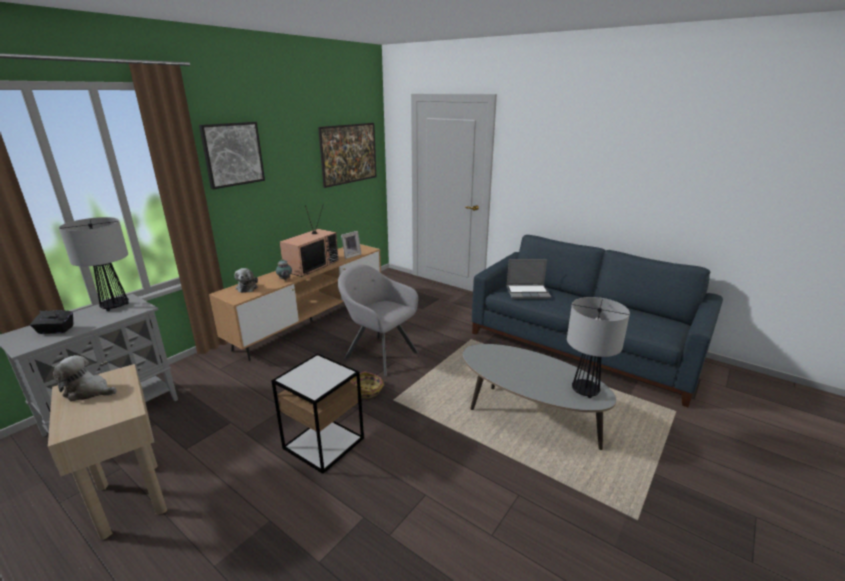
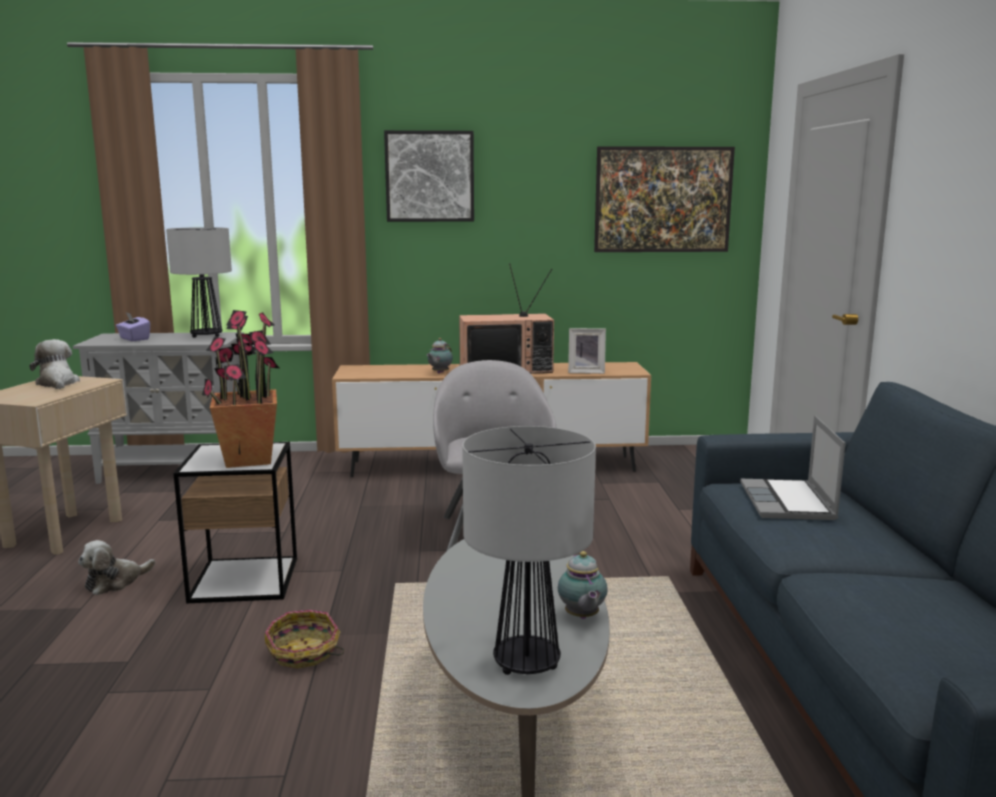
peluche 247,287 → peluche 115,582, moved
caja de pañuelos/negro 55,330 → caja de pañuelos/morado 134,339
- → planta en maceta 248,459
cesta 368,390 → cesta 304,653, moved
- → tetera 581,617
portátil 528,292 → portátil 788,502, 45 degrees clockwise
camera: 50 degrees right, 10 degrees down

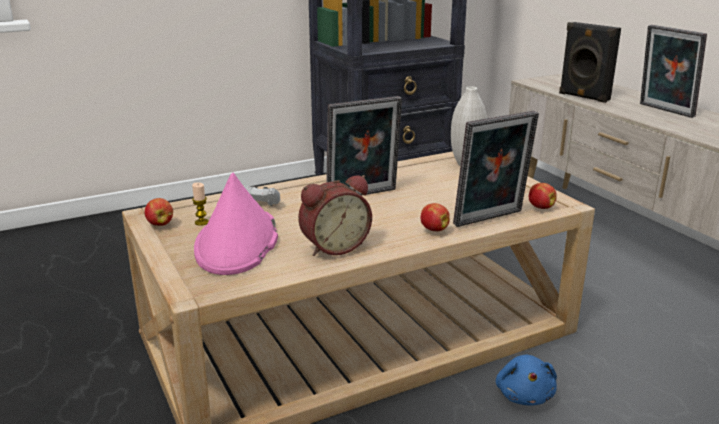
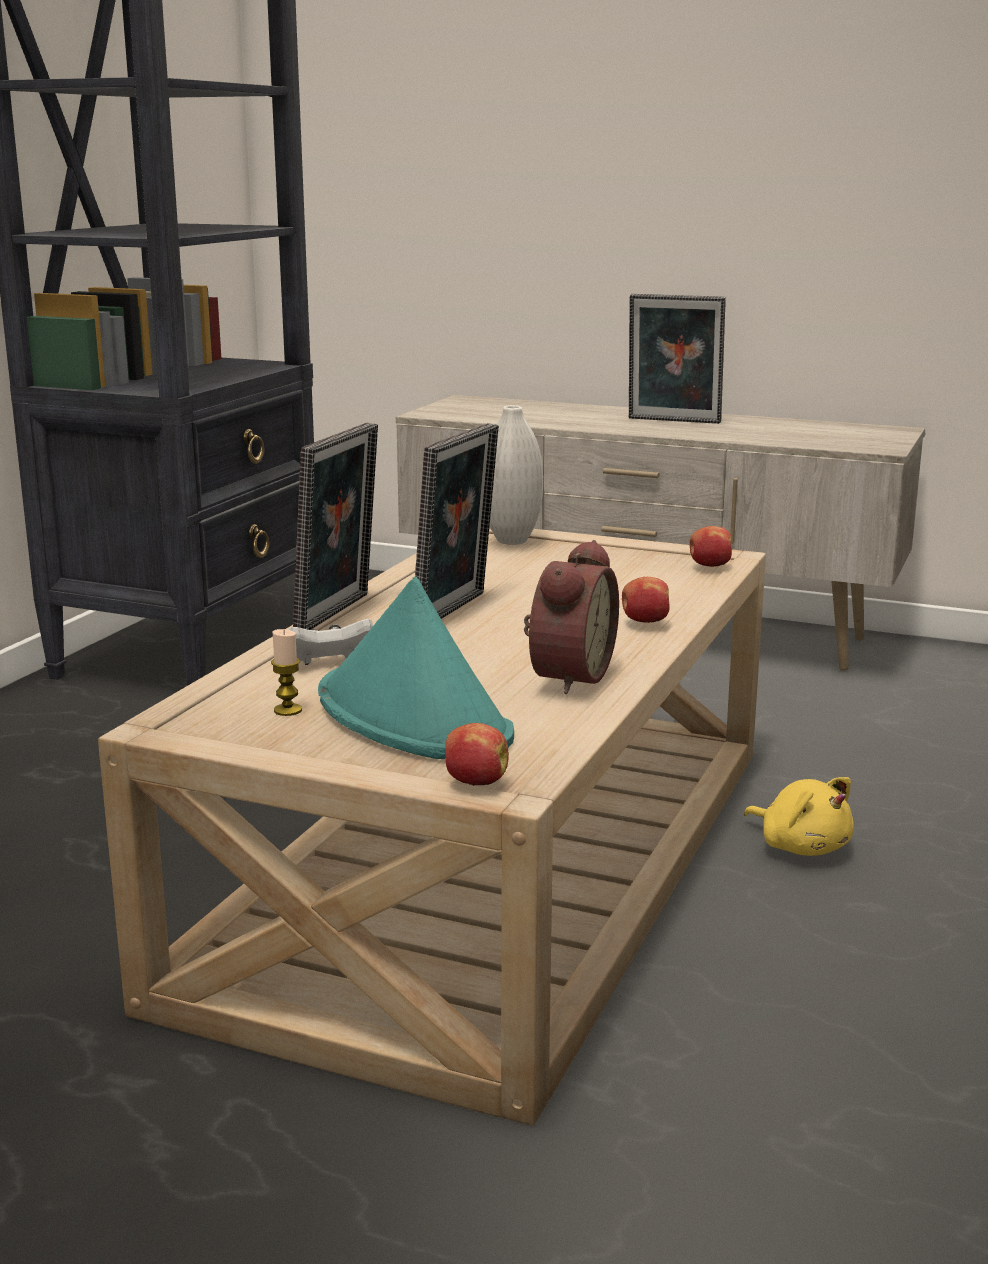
portarretratos 491,219 → portarretratos 339,614, moved
sombrero/rosa 237,243 → sombrero/turquesa 414,716
manzana 160,224 → manzana 475,782, moved
peluche/azul 524,395 → peluche/amarillo 801,846
altavoz/negro 583,97 → -
camera: 40 degrees left, 5 degrees down

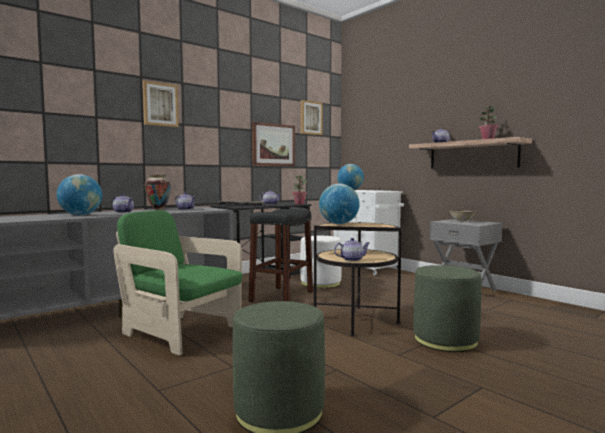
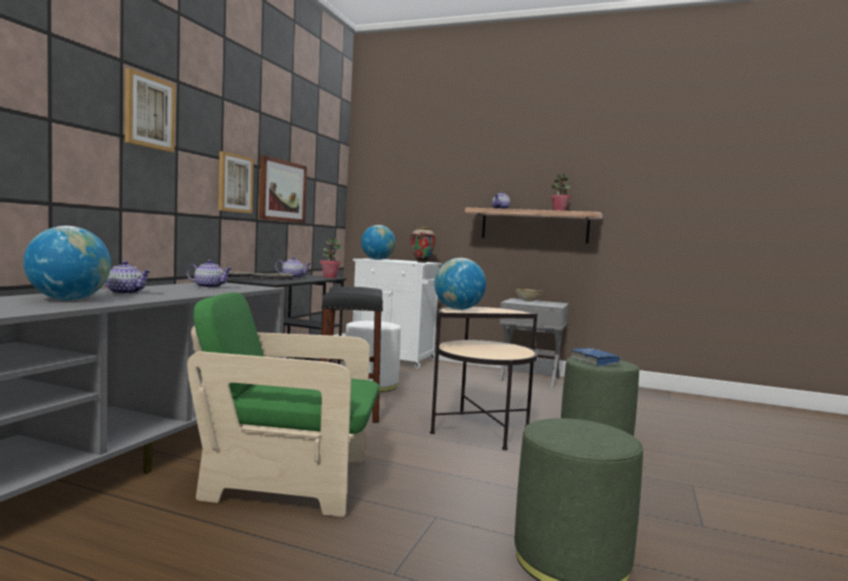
cuadro 311,118 → cuadro 234,183, moved
florero 158,209 → florero 422,262, moved
- → libro/azul 594,361
tetera 351,259 → -
camera: 30 degrees left, 0 degrees up

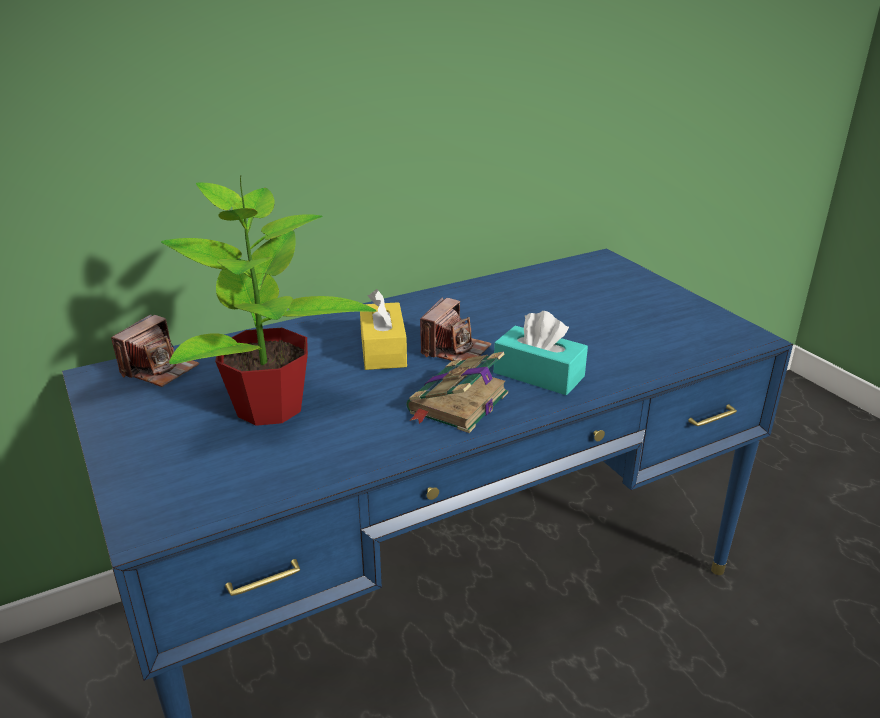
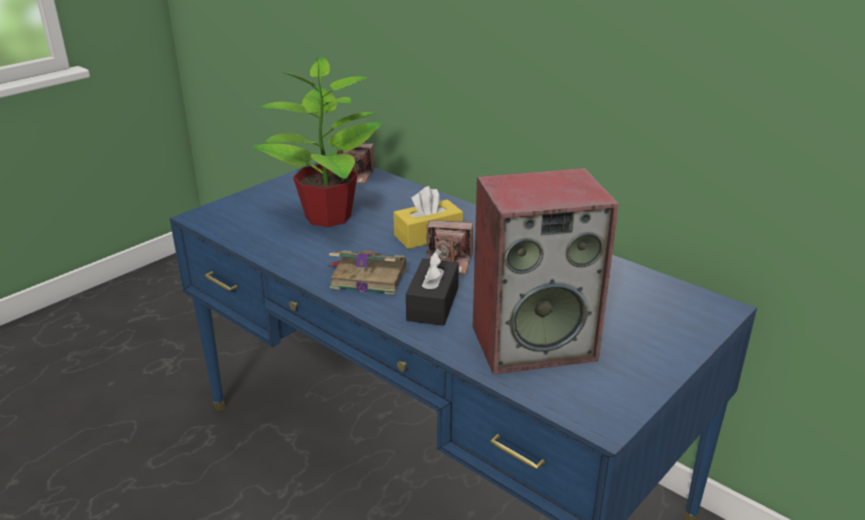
caja de pañuelos/turquesa 538,374 → caja de pañuelos/negro 433,304
- → altavoz 534,342
camera: 70 degrees right, 0 degrees up

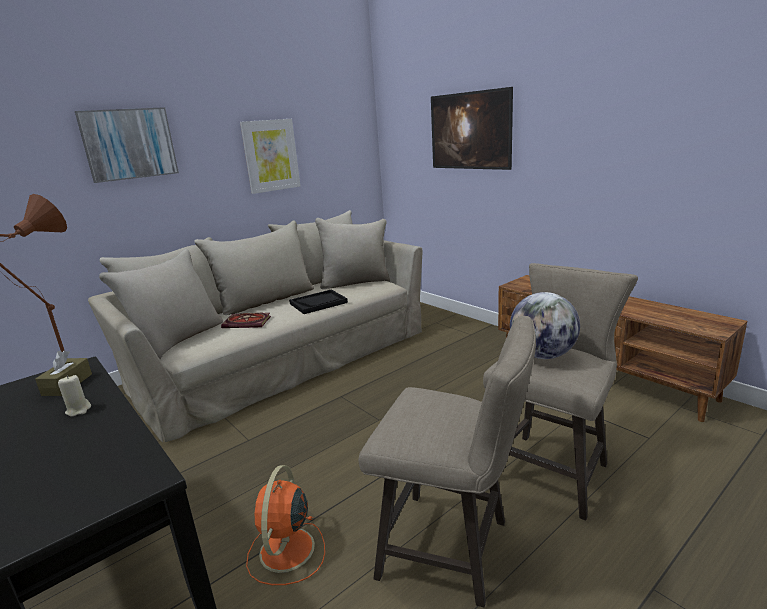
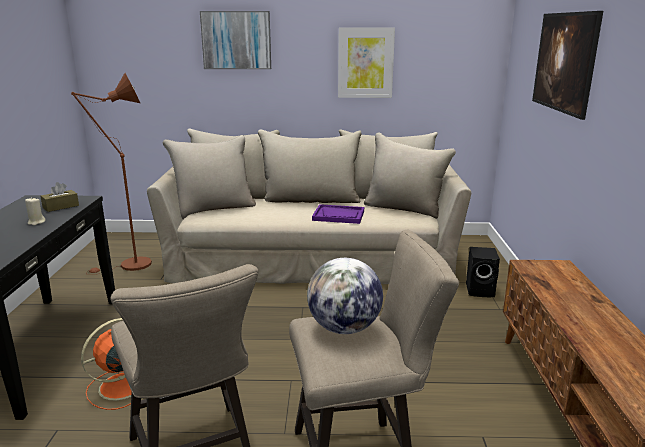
bandeja/negro 318,303 → bandeja/morado 338,215
- → altavoz/negro 481,290
libro 248,322 → -
camera: 40 degrees right, 0 degrees up

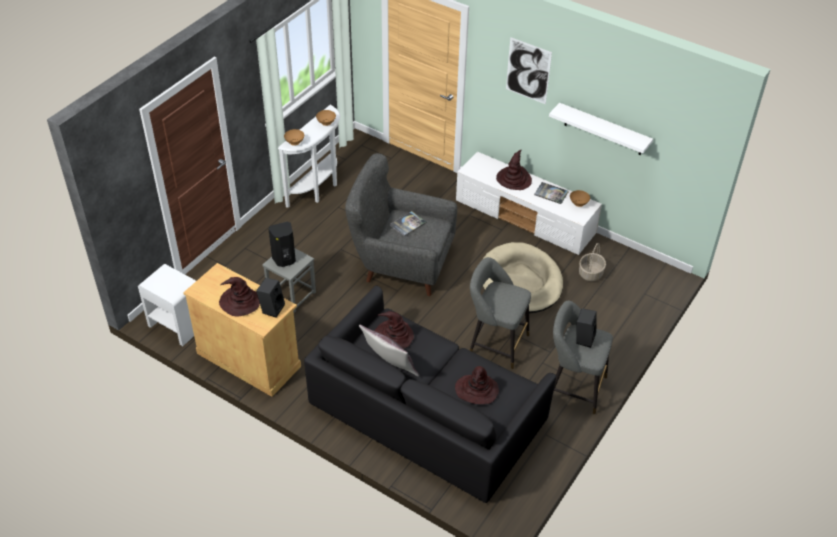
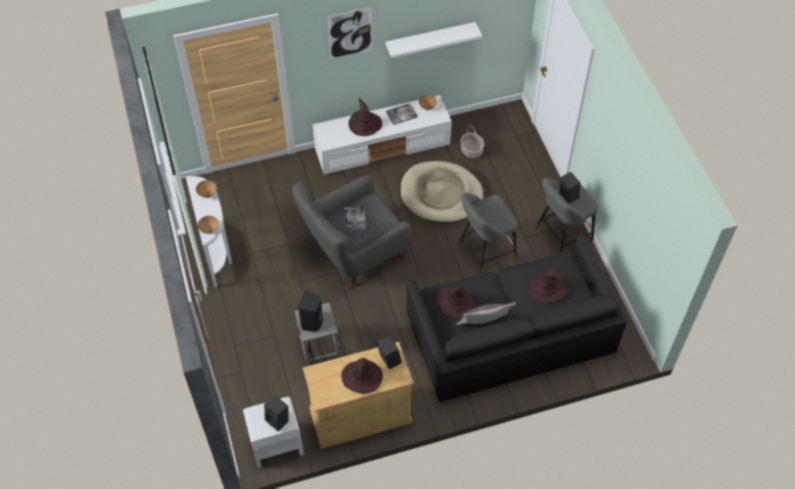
- → altavoz/negro 278,420
camera: 50 degrees left, 10 degrees up

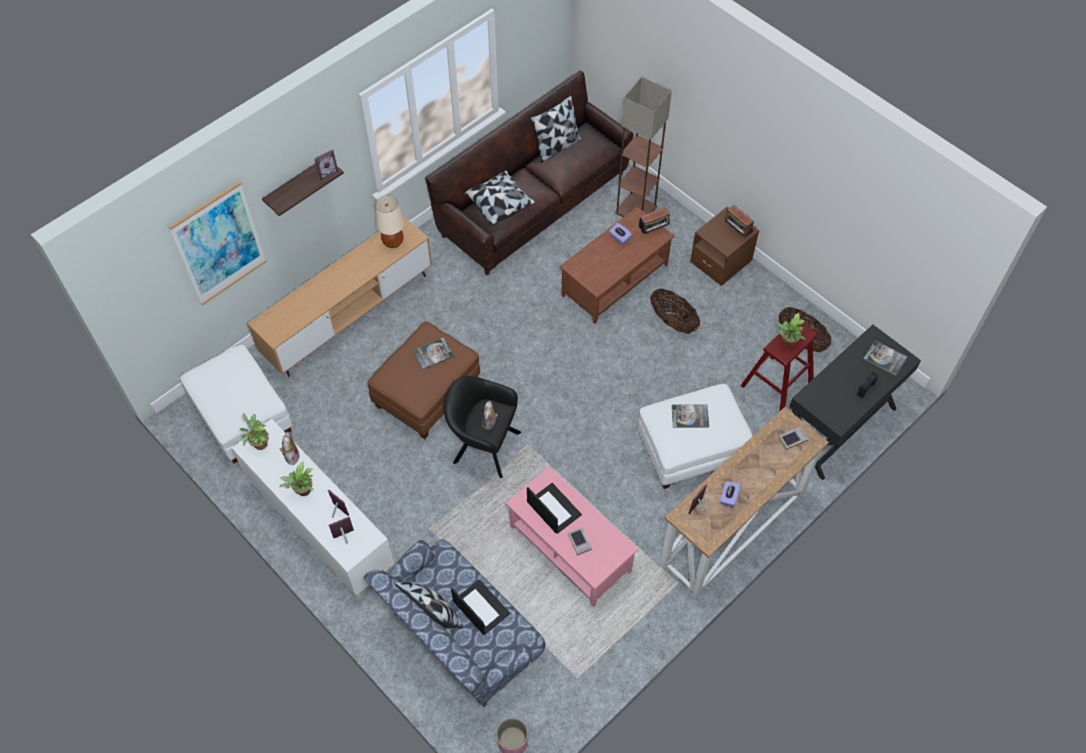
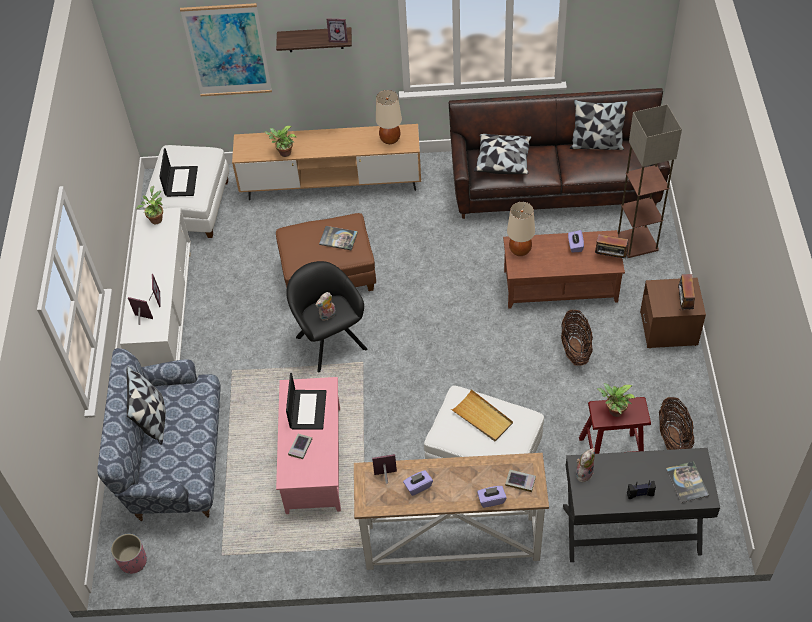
portátil 480,607 → portátil 181,181, moved
planta en maceta 303,492 → planta en maceta 283,153, moved
libro 690,416 → bandeja/beis 482,417
- → caja de pañuelos/morado 491,500
- → lámpara de mesa/beis 520,250
peluche 291,456 → peluche 583,472, moved
camera: 45 degrees right, 5 degrees down

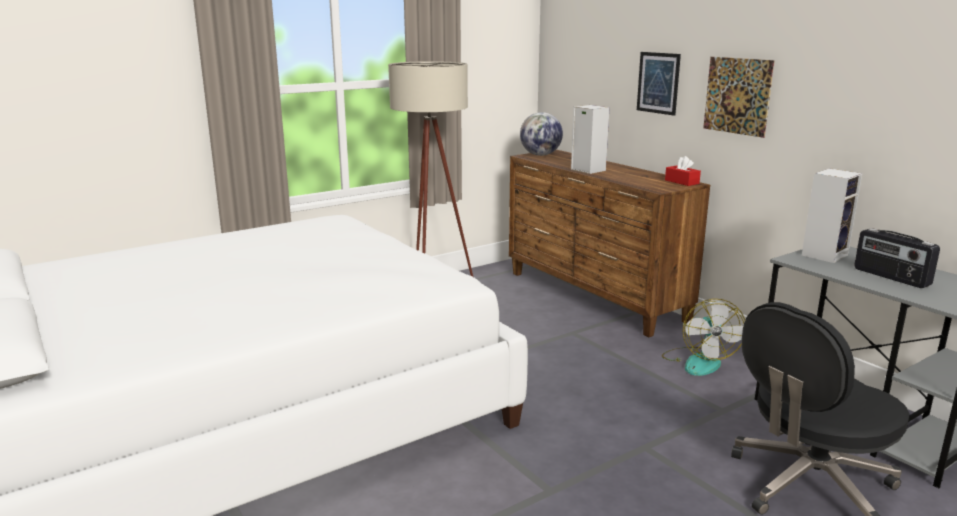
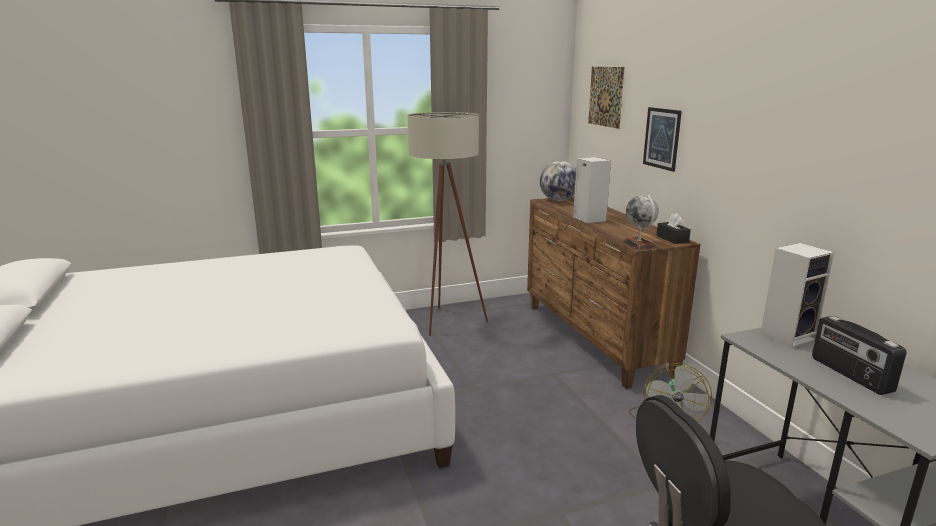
cuadro 737,96 → cuadro 605,96, moved
- → globo terráqueo 638,244
caja de pañuelos/rojo 681,182 → caja de pañuelos/negro 672,239
camera: 15 degrees right, 0 degrees up

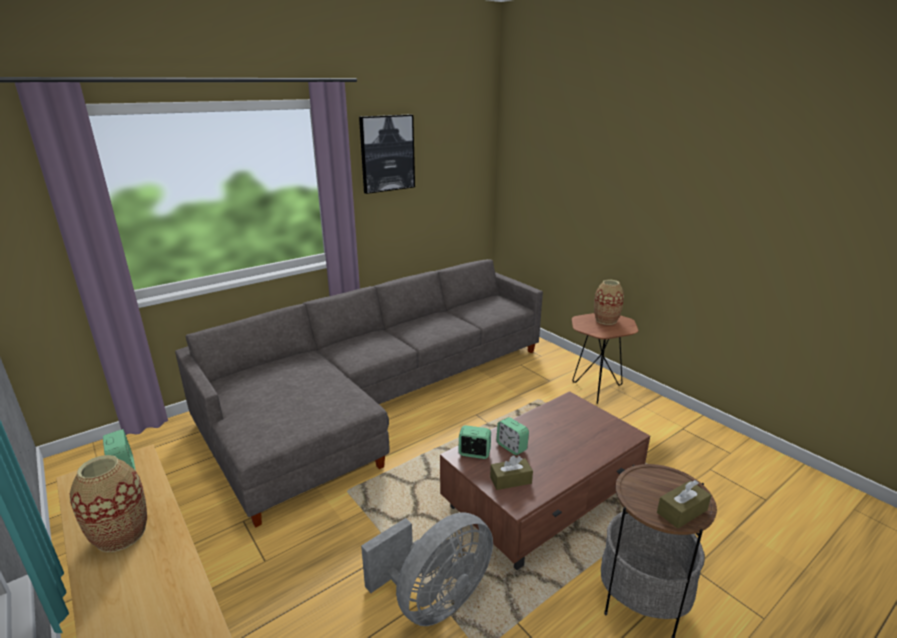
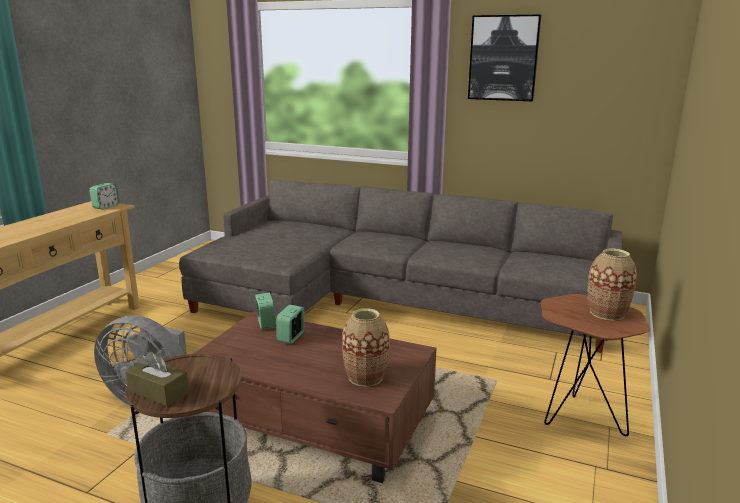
florero 121,535 → florero 365,377, moved
caja de pañuelos/marrón 510,480 → -
camera: 60 degrees right, 5 degrees down

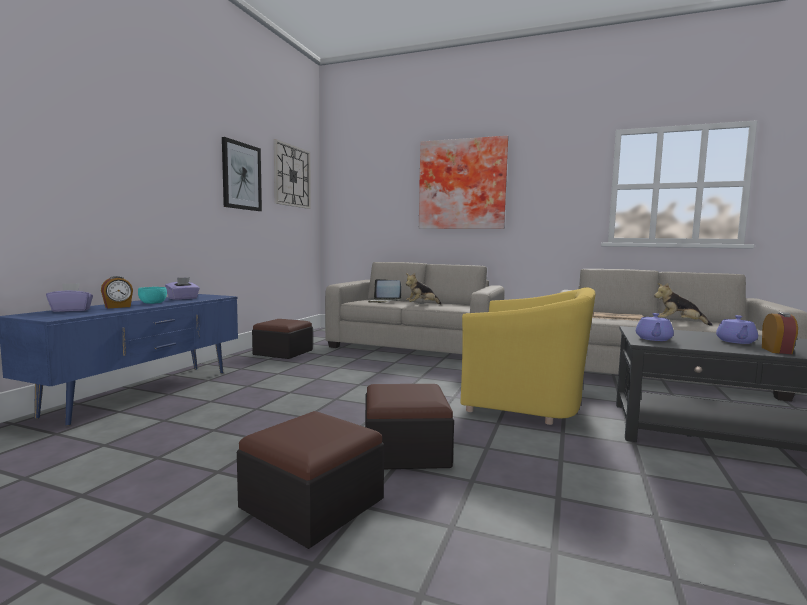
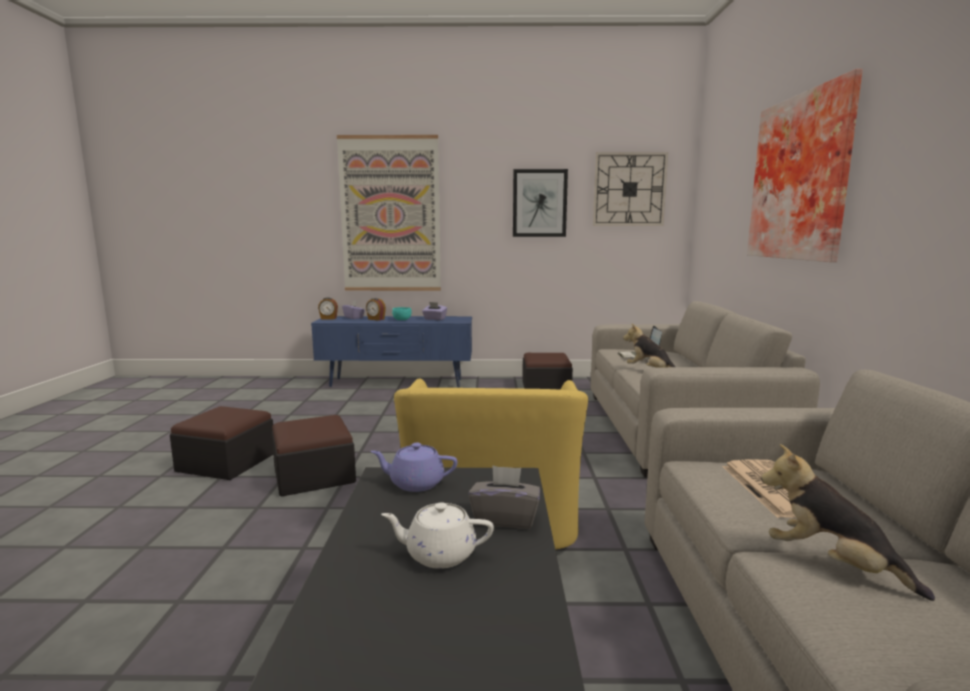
despertador 777,351 → despertador 328,318, moved
- → cuadro 390,215
tetera/morado 736,342 → tetera/blanco 439,554
- → caja de pañuelos/gris 505,518
peluche 679,323 → peluche 832,565, 45 degrees counterclockwise
camera: 70 degrees right, 5 degrees up

